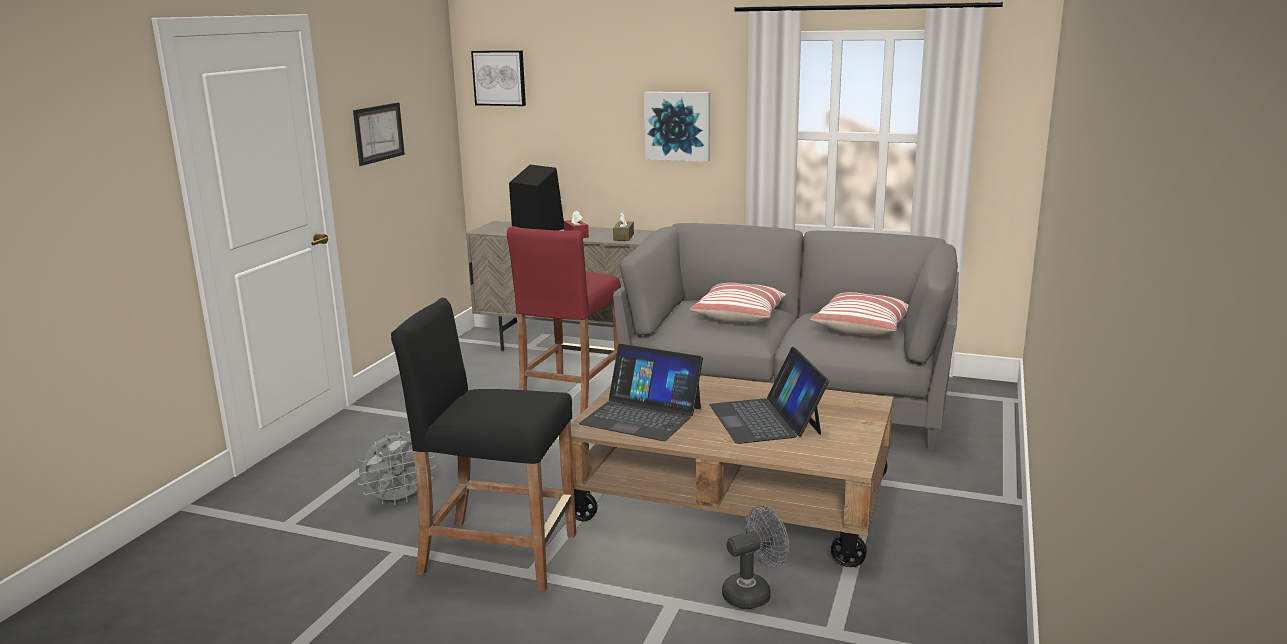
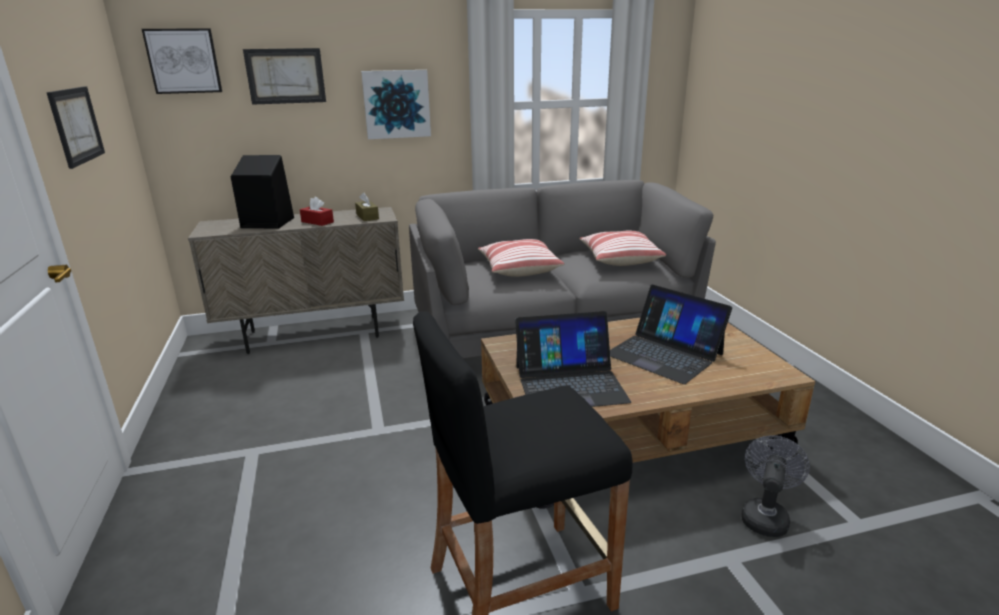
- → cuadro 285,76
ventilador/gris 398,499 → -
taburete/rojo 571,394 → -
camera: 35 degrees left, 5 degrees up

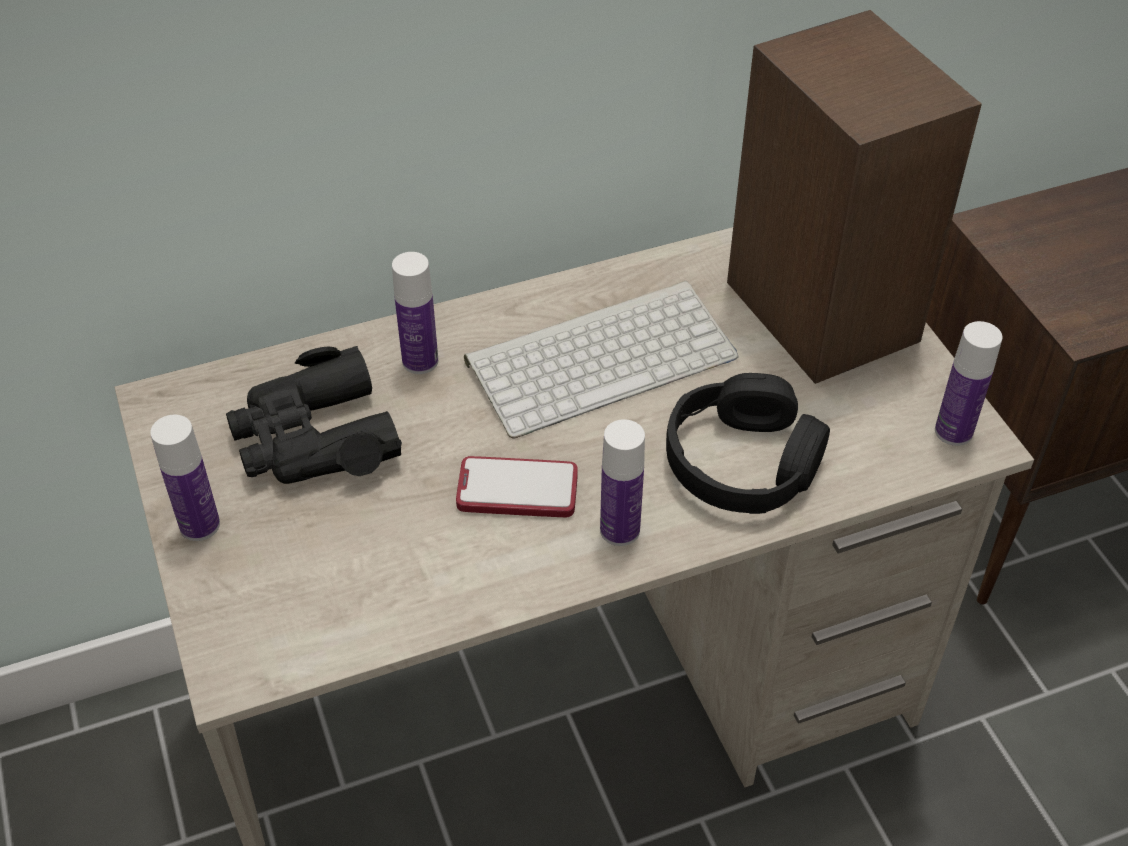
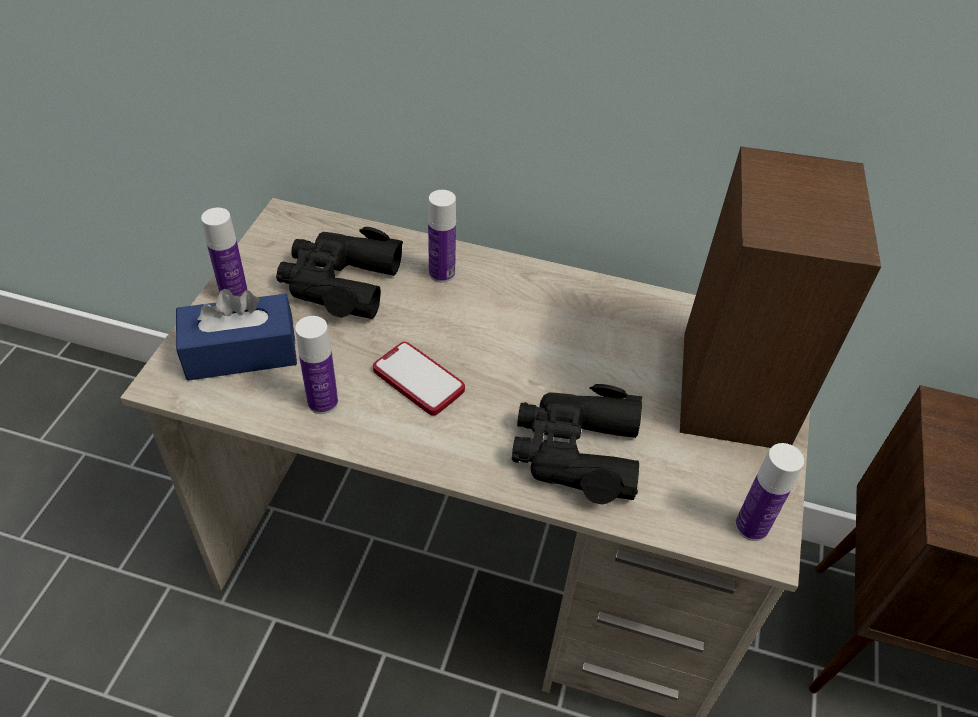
- → caja de pañuelos/azul 241,352
botella 620,530 → botella 323,402, moved
auriculares/negro 742,462 → prismáticos/negro 576,452
teclado 602,356 → -
camera: 35 degrees right, 0 degrees up

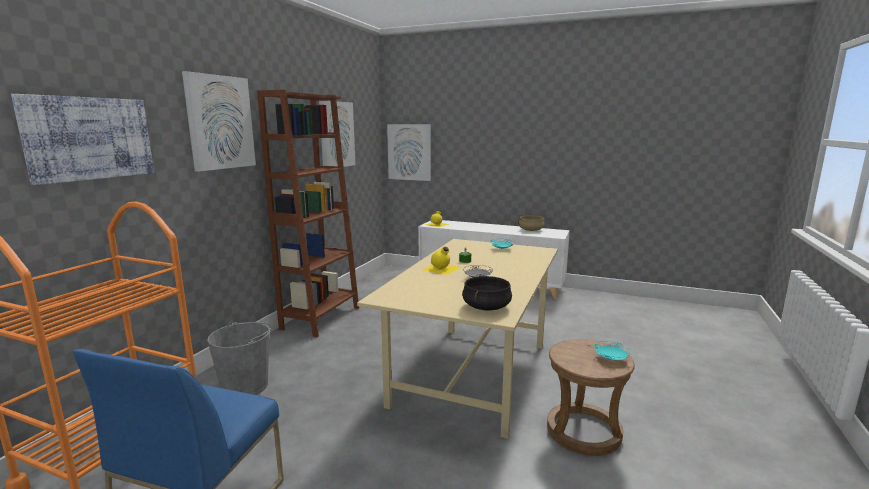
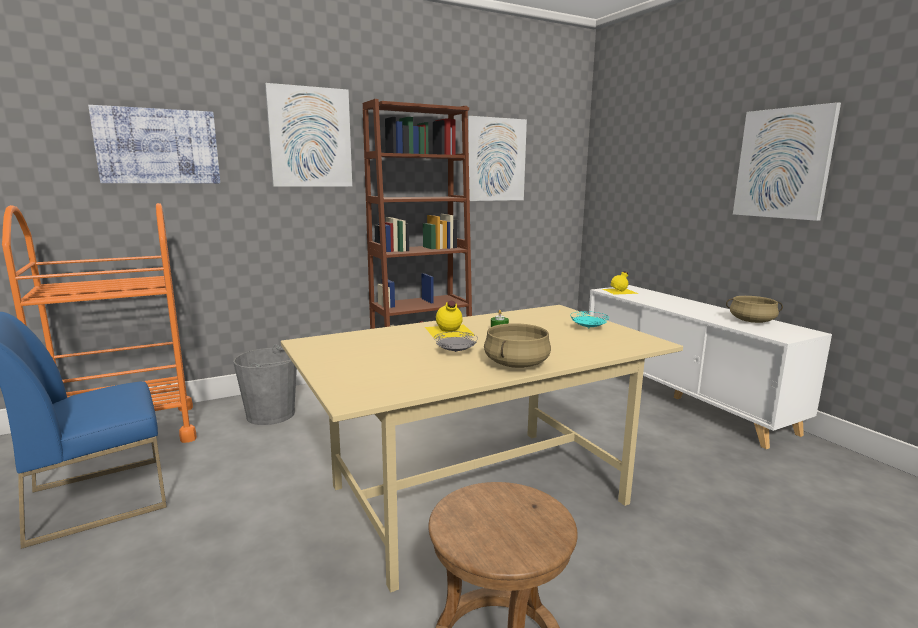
- → olla/beis 516,364
cuadro 409,152 → cuadro 783,163, moved
olla/negro 486,307 → -
plato/turquesa 610,359 → -
camera: 40 degrees right, 0 degrees up

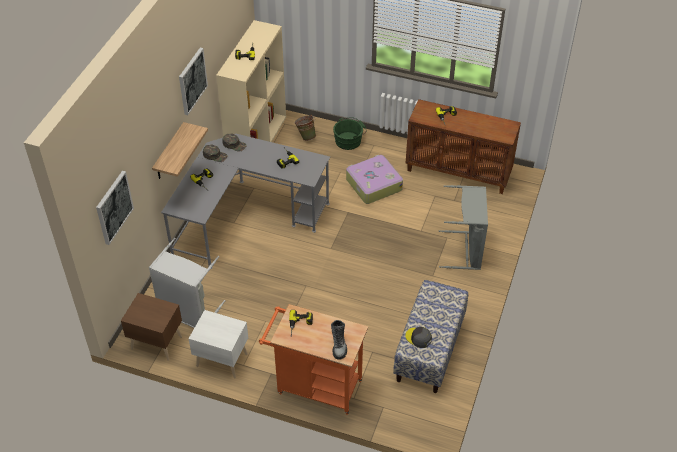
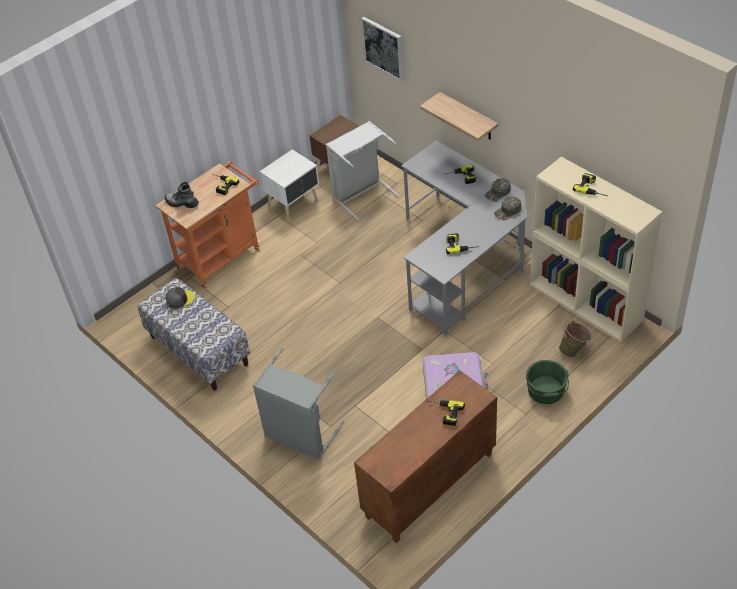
cuadro 192,81 → -
camera: 120 degrees right, 0 degrees up

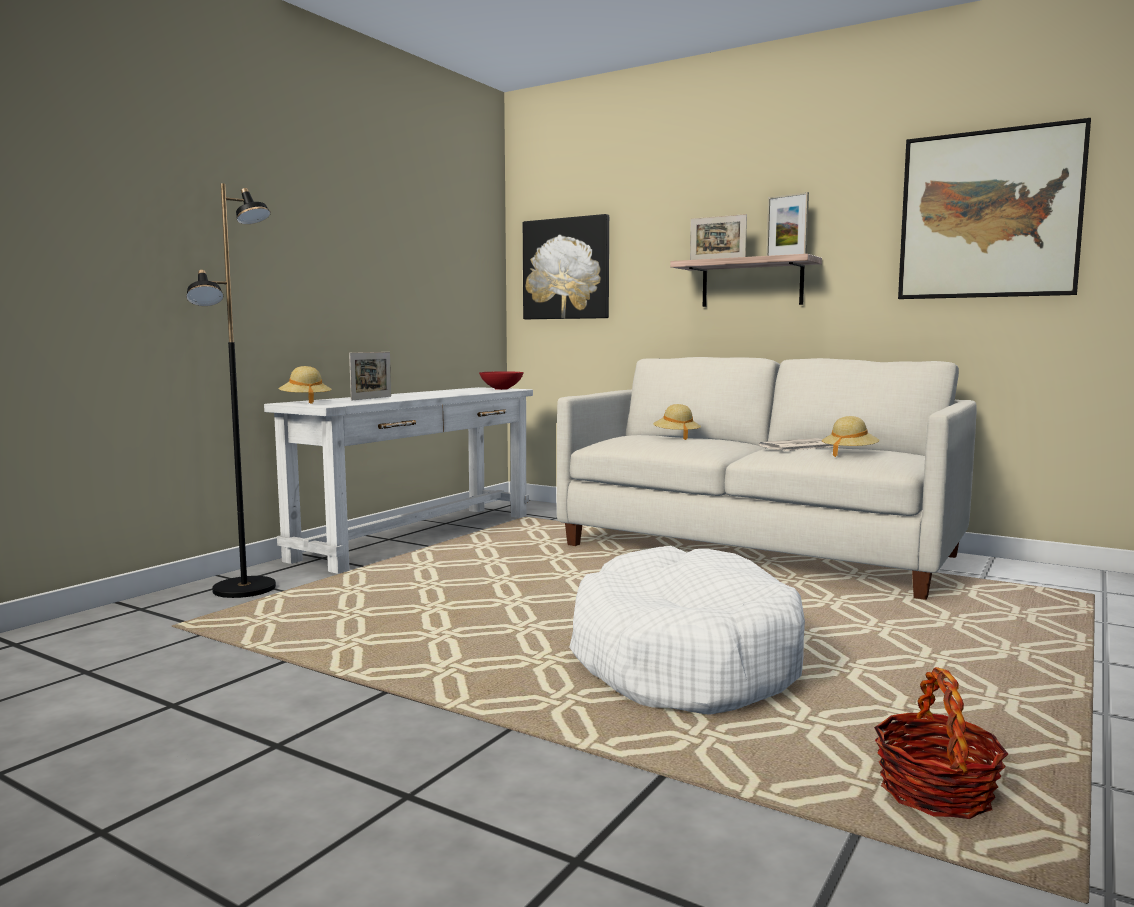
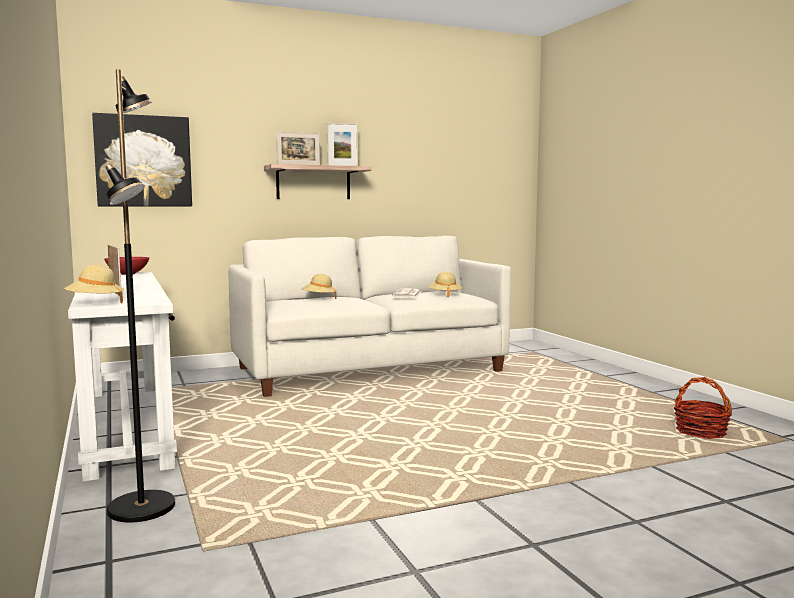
cama para perro/blanco 682,660 → -
cuadro 989,215 → -
camera: 55 degrees left, 0 degrees up

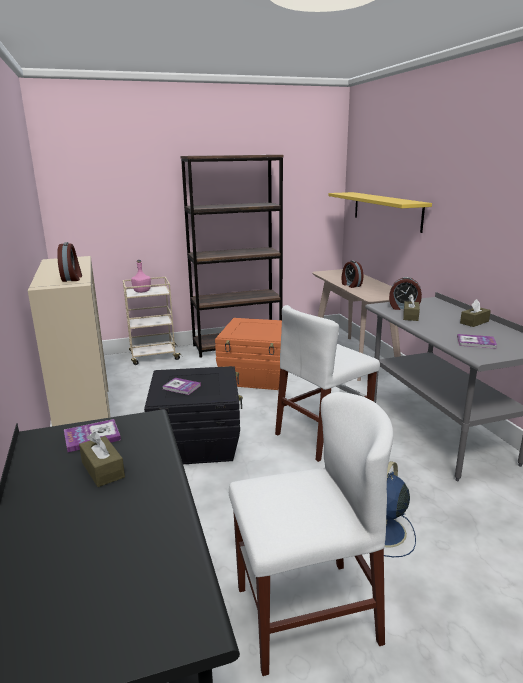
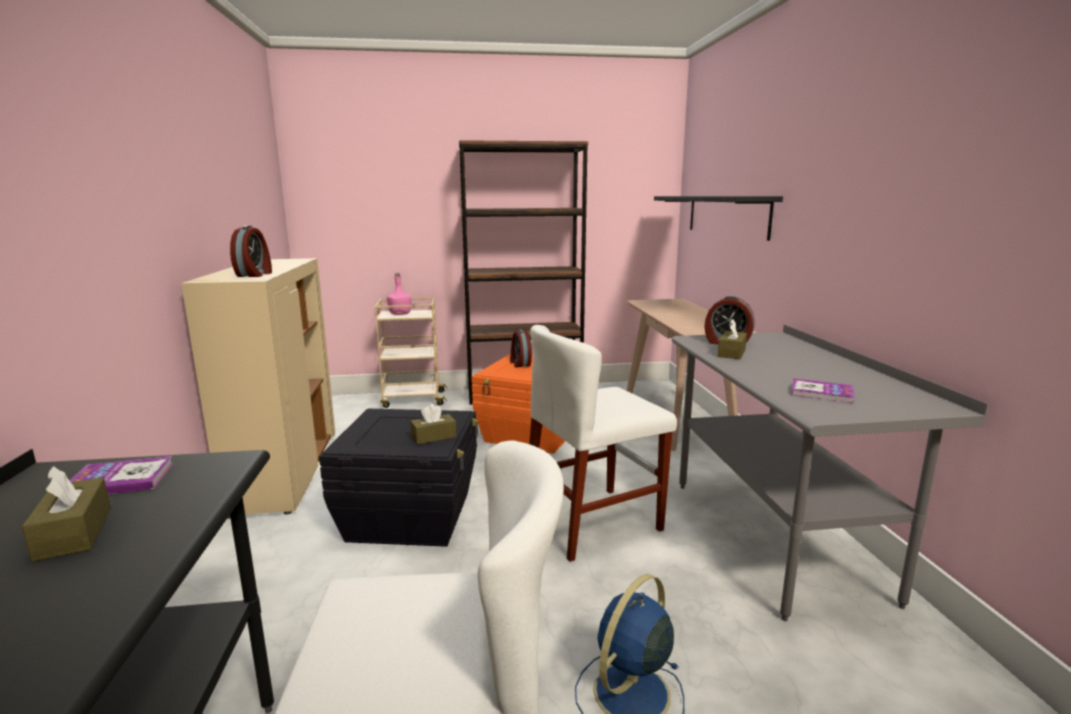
caja de pañuelos/marrón 474,322 → caja de pañuelos/marrón 433,437, moved
despertador 351,285 → despertador 519,363, moved
estante/amarillo 386,210 → estante/negro 726,215
libro 181,387 → -
camera: 10 degrees right, 5 degrees down

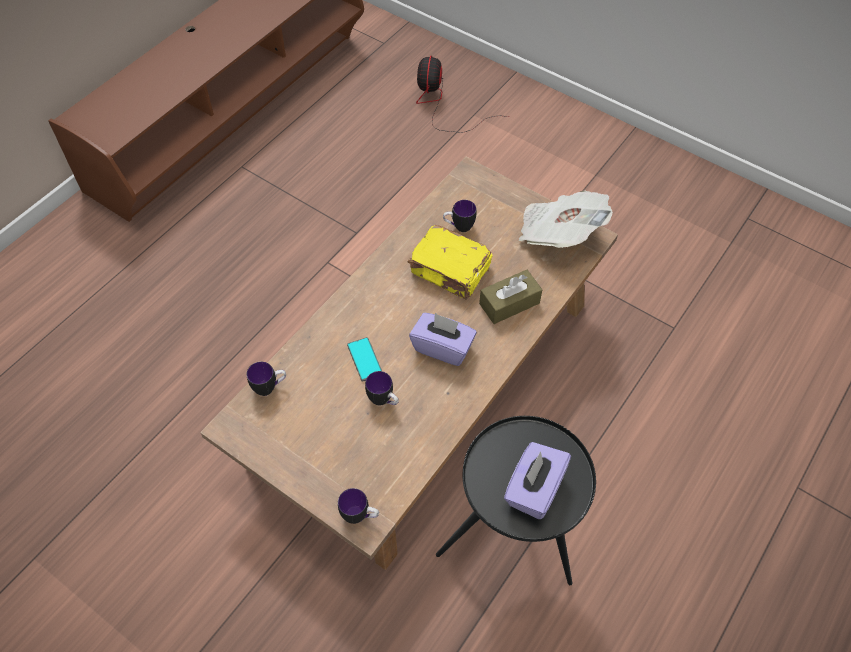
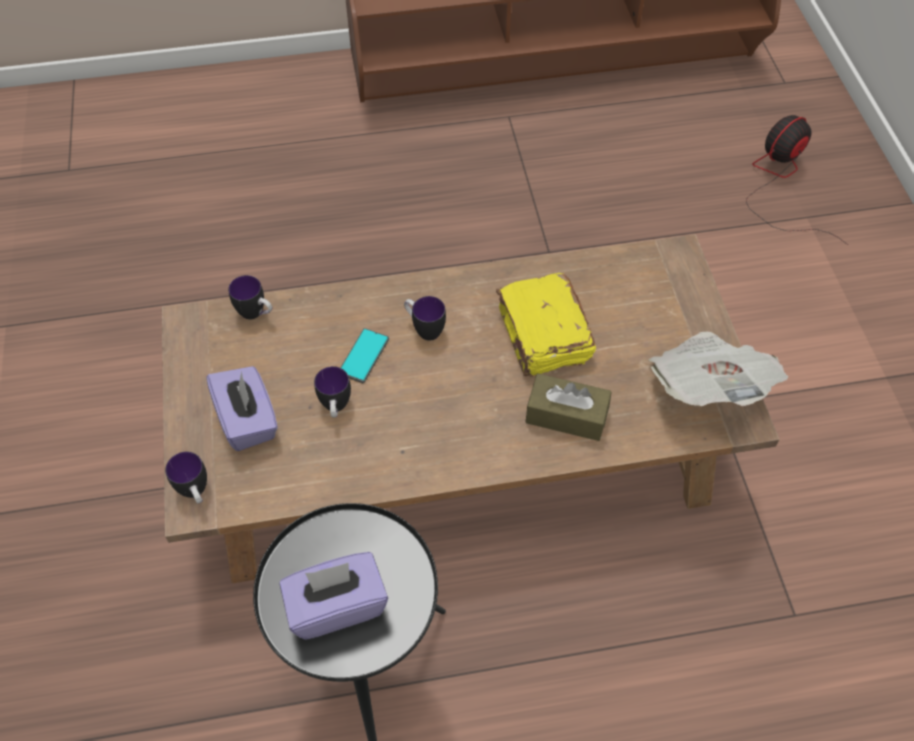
caja de pañuelos/morado 442,347 → caja de pañuelos/morado 248,420, moved
taza grande 458,227 → taza grande 424,329, moved
camera: 45 degrees right, 0 degrees up

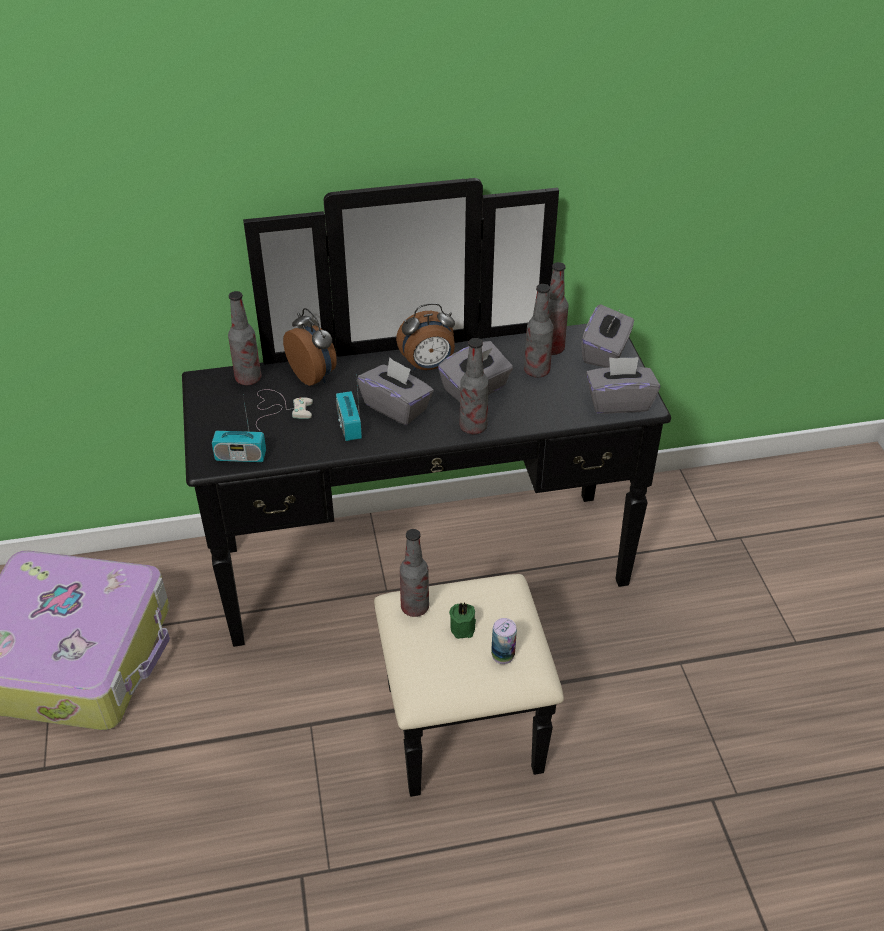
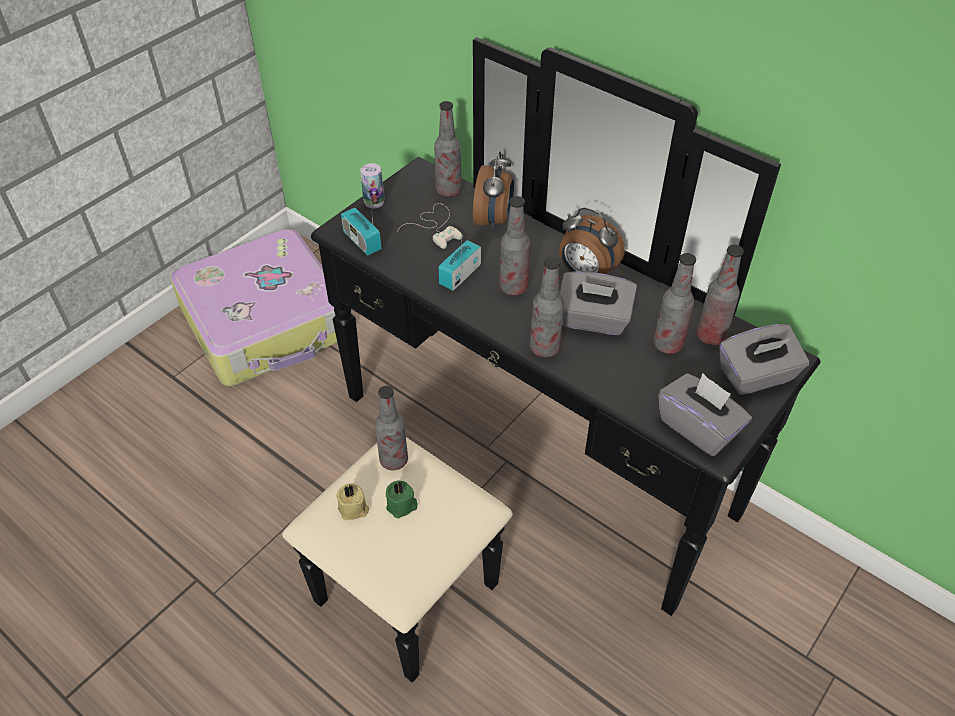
- → vela/beis 353,509
lata 503,655 → lata 374,202, moved
caja de pañuelos/gris 396,407 → botella 513,287
camera: 50 degrees right, 5 degrees up

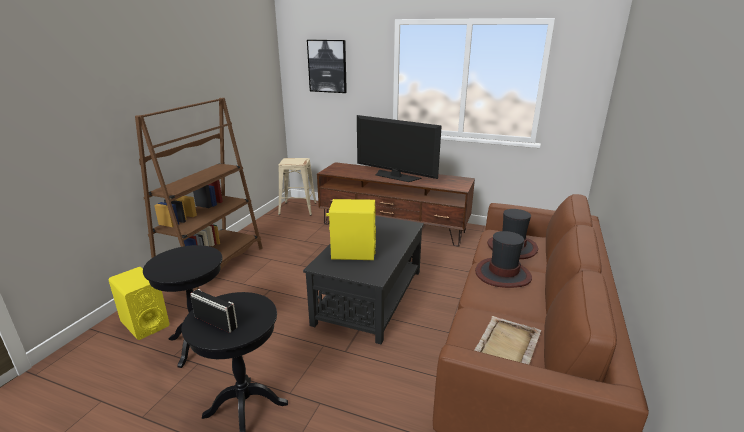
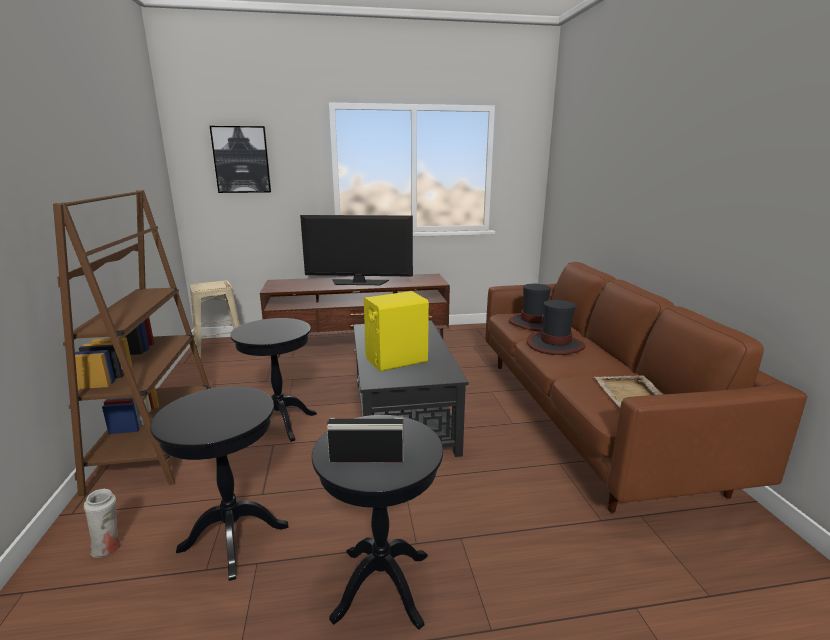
altavoz/amarillo 145,323 → florero/blanco 109,548
- → mesa auxiliar/negro 281,423
camera: 30 degrees left, 5 degrees down

